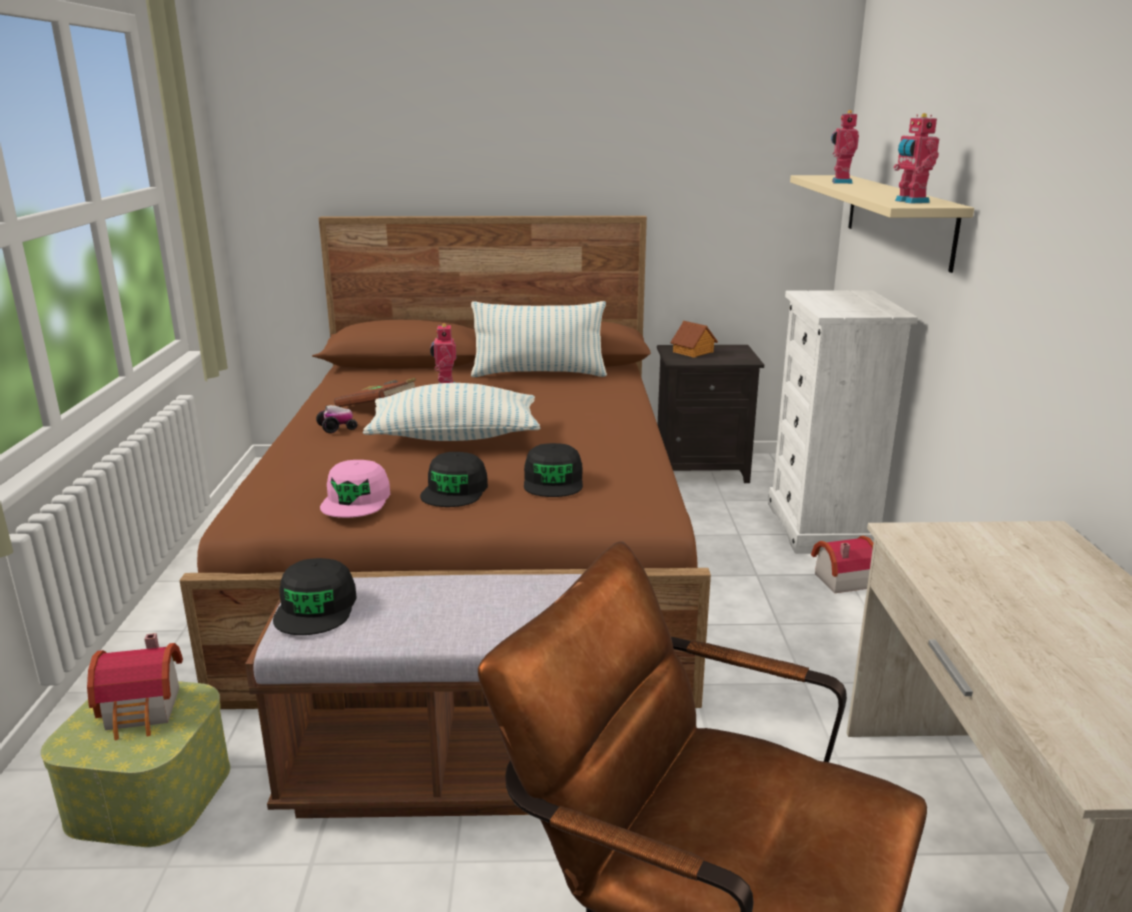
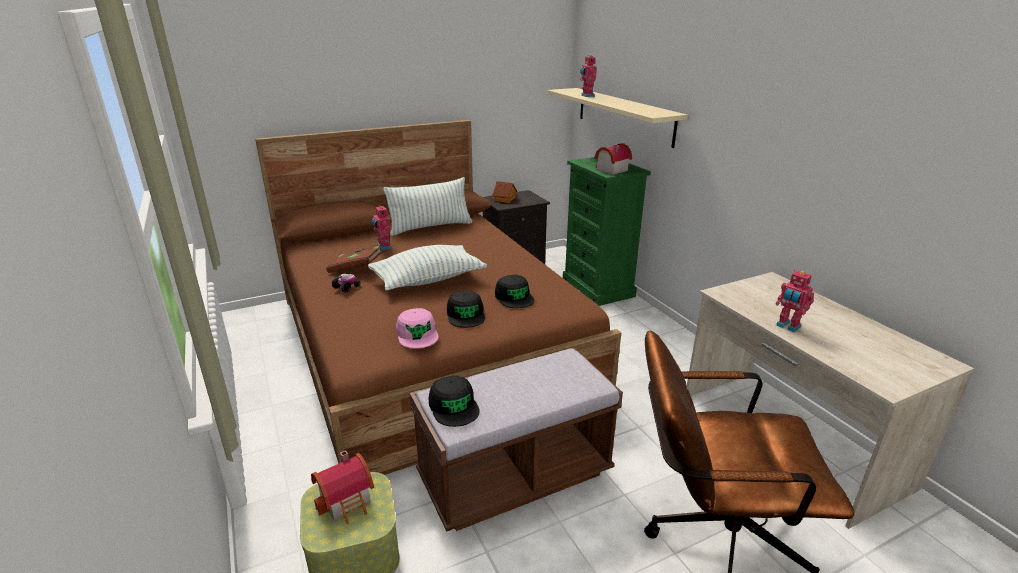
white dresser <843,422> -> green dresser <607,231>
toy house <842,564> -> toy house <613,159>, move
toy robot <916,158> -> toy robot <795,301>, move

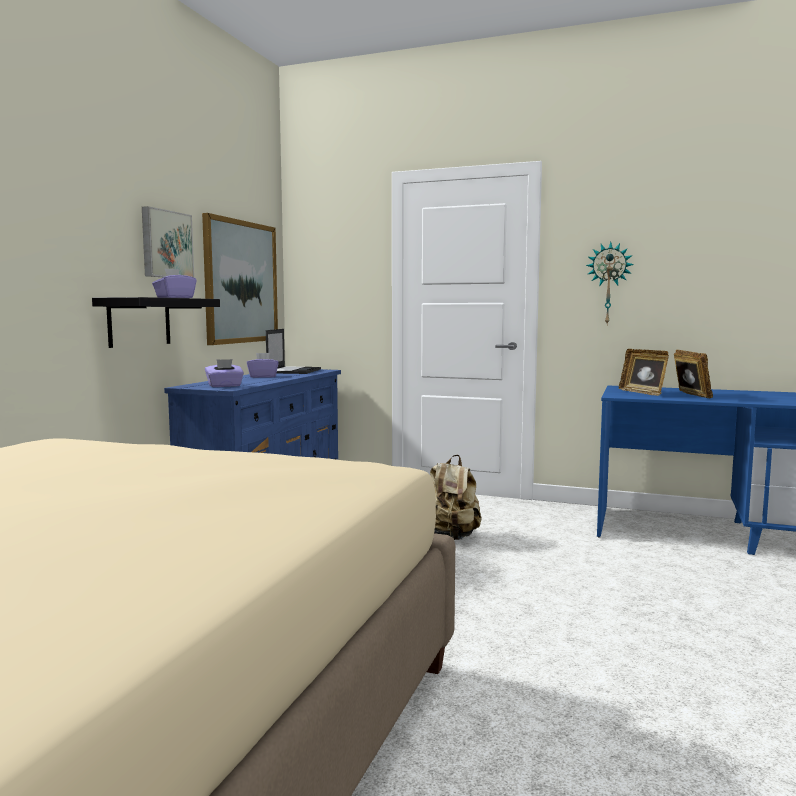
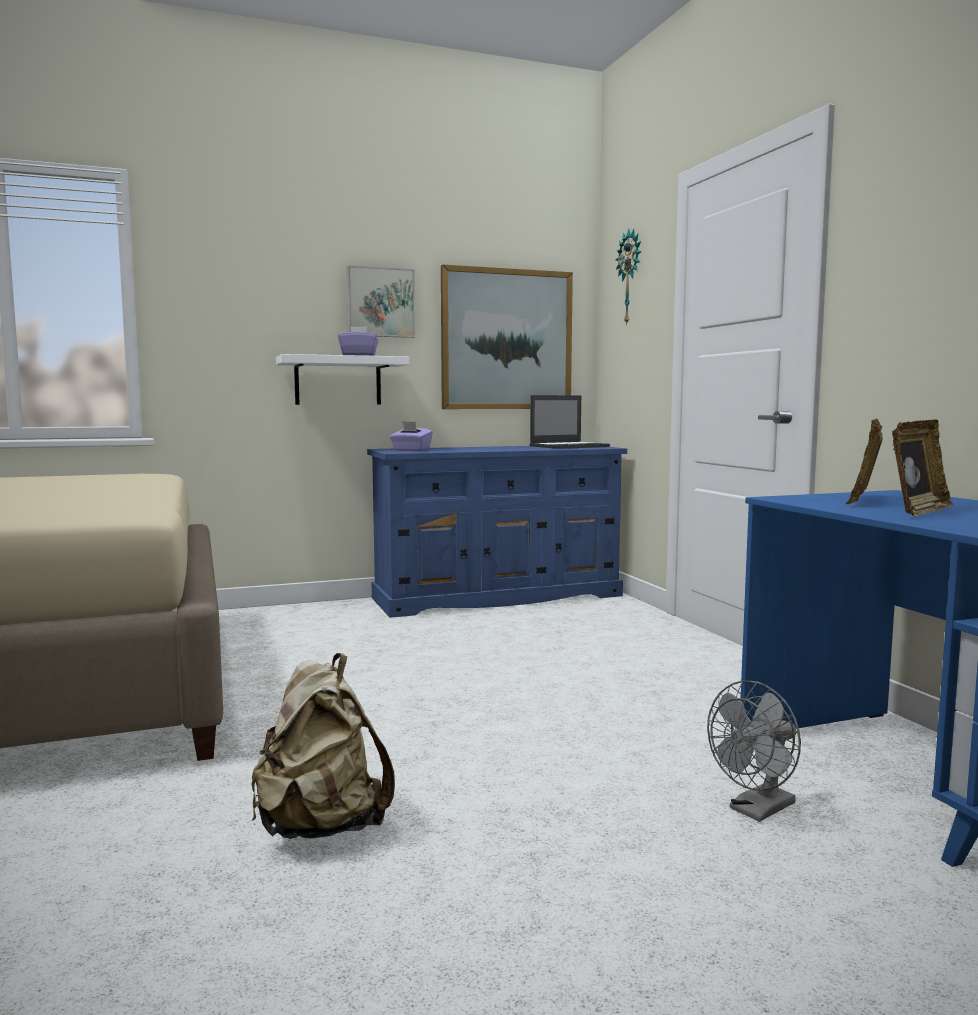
black shelf <156,322> -> white shelf <342,379>
purple tissue box <263,365> -> none
beige backpack <456,497> -> beige backpack <323,746>, move
wall clock <610,283> -> wall clock <629,277>, move
none -> grey fan <754,751>

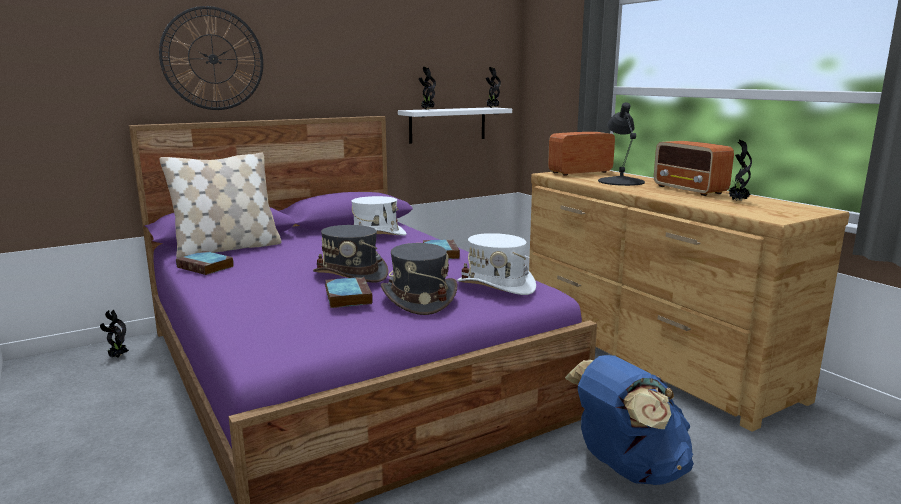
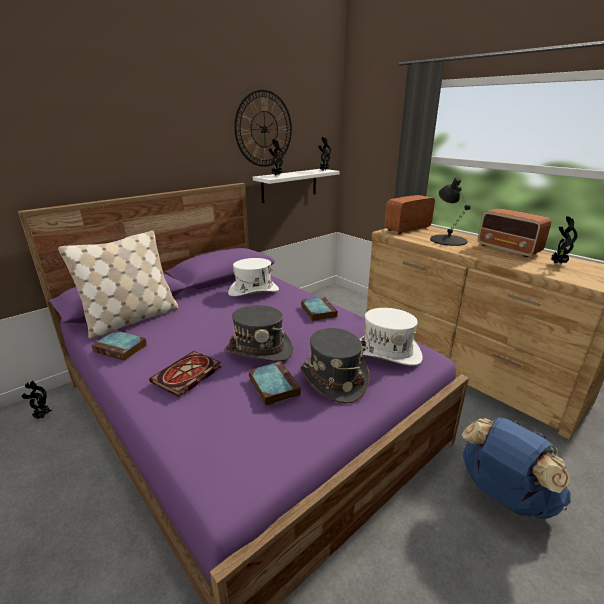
wall clock <211,58> -> wall clock <263,128>, move
none -> book <185,374>

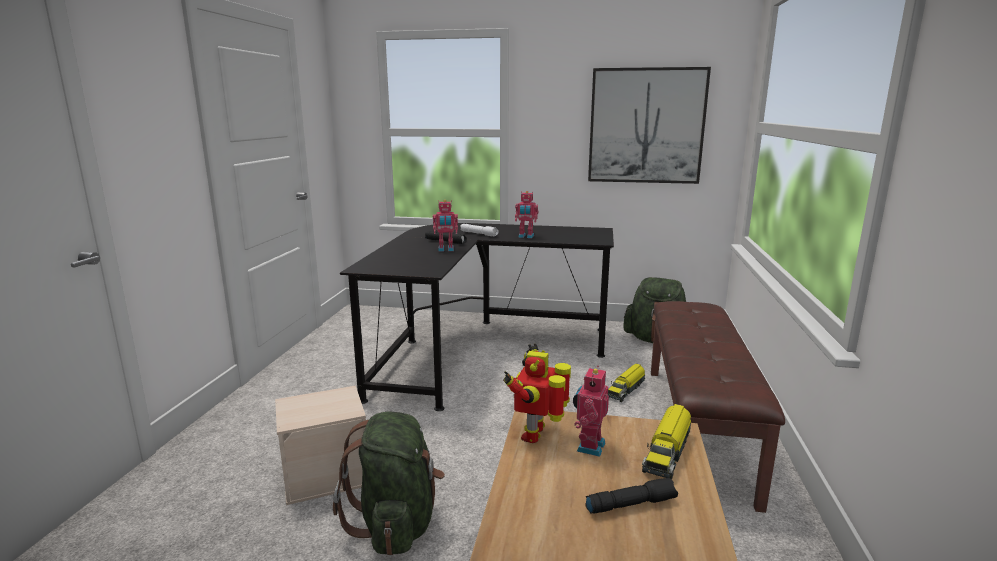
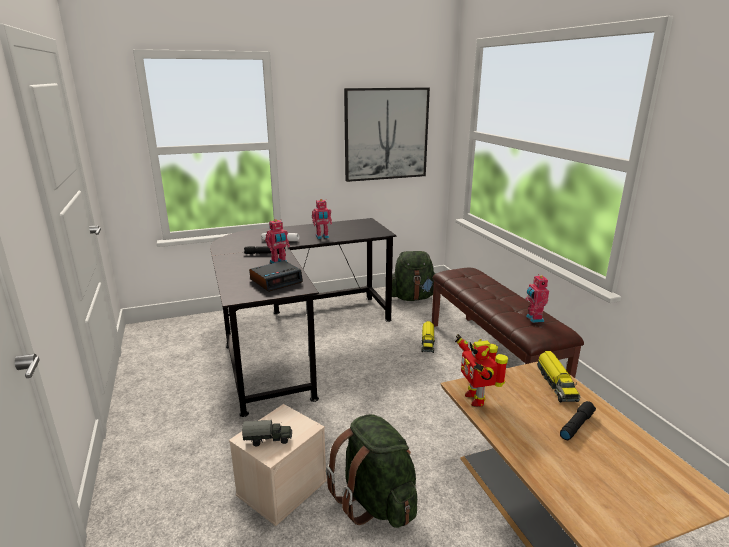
toy robot <591,411> -> toy robot <537,298>, move
none -> toy truck <267,433>
none -> alarm clock <276,276>

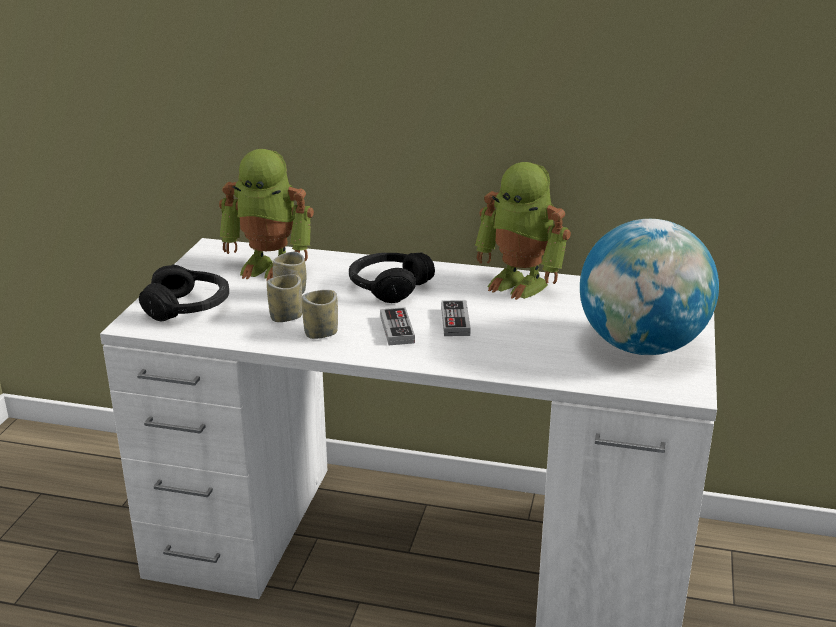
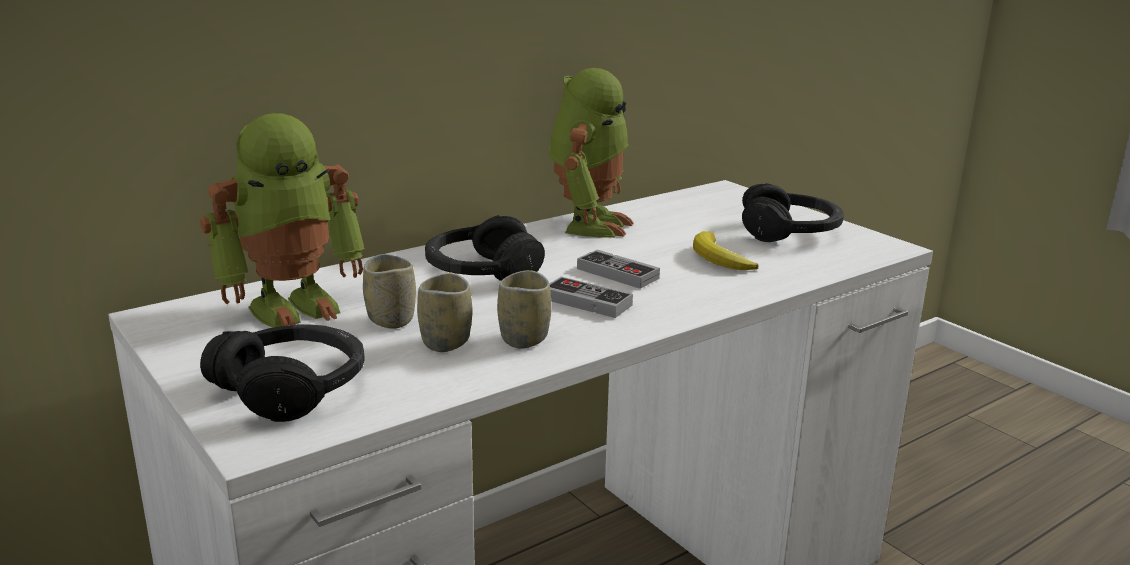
toy robot <523,231> -> toy robot <591,153>, 60 degrees counterclockwise
globe <649,287> -> black headphones <793,212>
none -> banana <726,250>

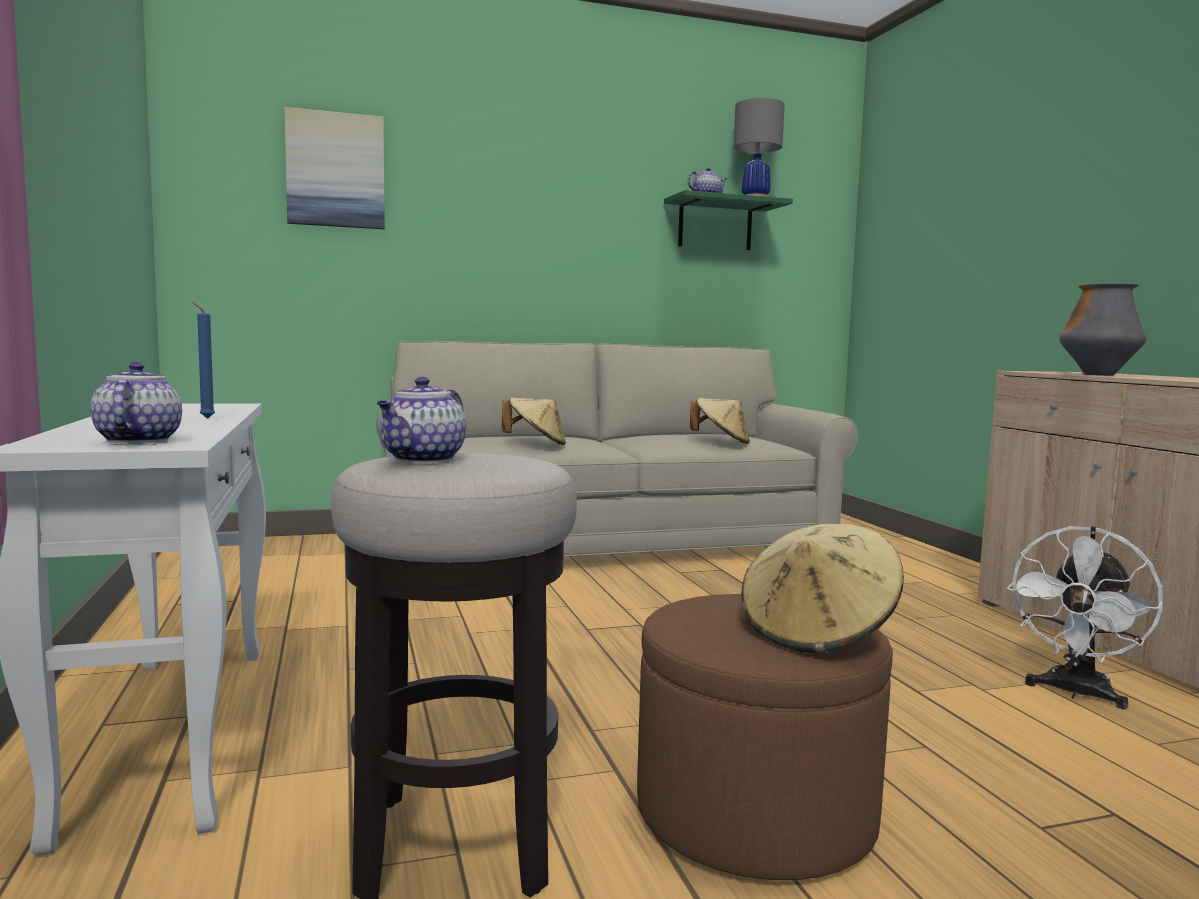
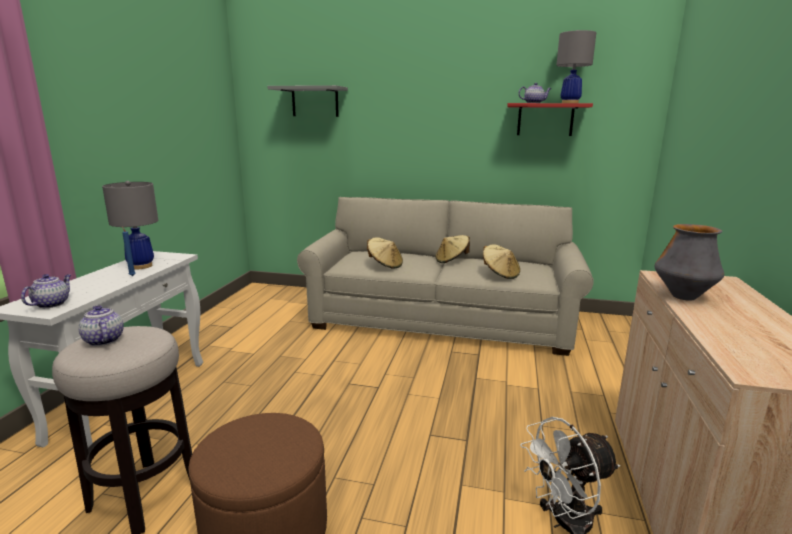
picture <335,168> -> grey shelf <307,101>
teapot <421,420> -> teapot <101,325>, 90 degrees clockwise
green shelf <728,220> -> red shelf <550,119>
beige hat <822,588> -> beige hat <453,249>, move
none -> grey table lamp <130,225>

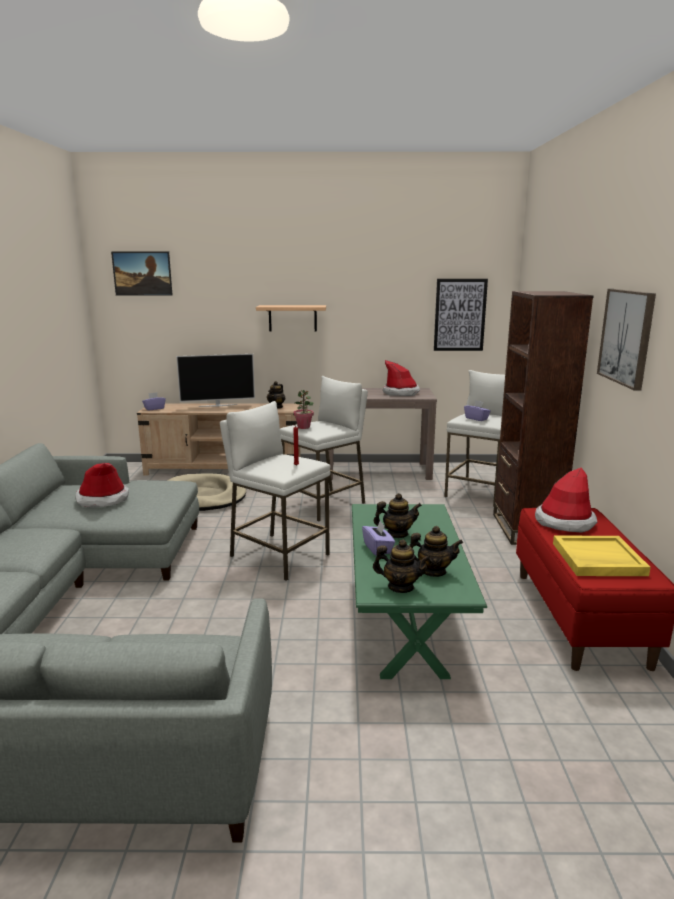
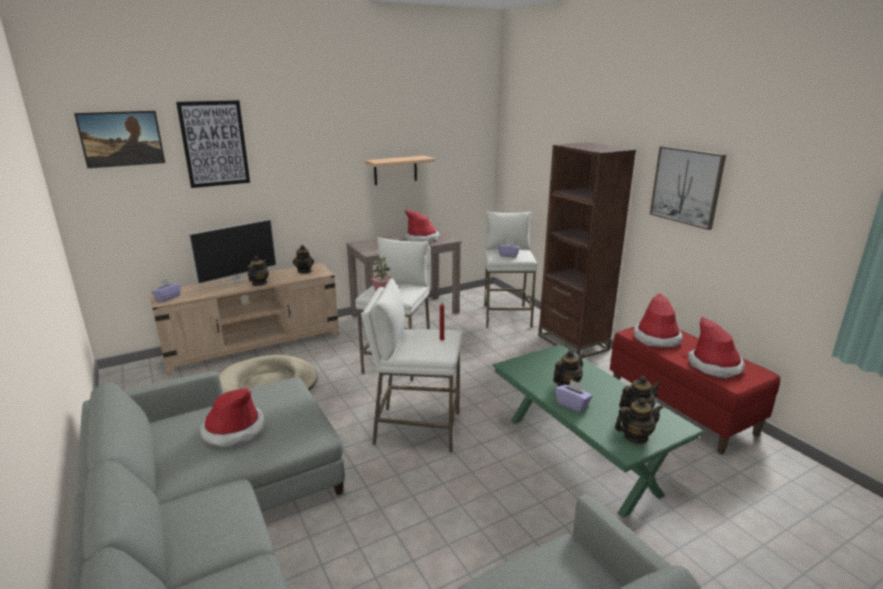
shelf <291,318> -> shelf <400,170>, move
picture <461,315> -> picture <213,144>, move
yellow tray <602,556> -> hat <716,347>
none -> teapot <258,271>

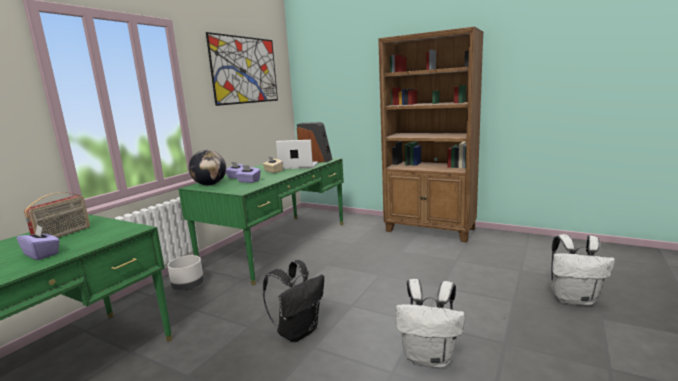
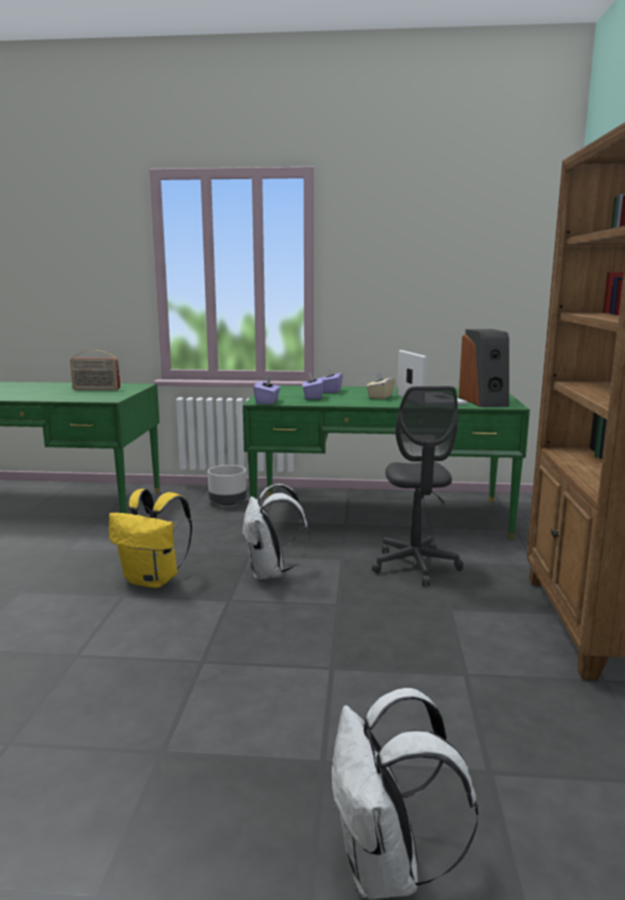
purple tissue box <38,242> -> purple tissue box <267,390>, move
globe <207,167> -> none
picture <242,69> -> none
black backpack <293,301> -> yellow backpack <150,538>
white backpack <430,323> -> white backpack <276,532>, move
none -> grey office chair <417,486>

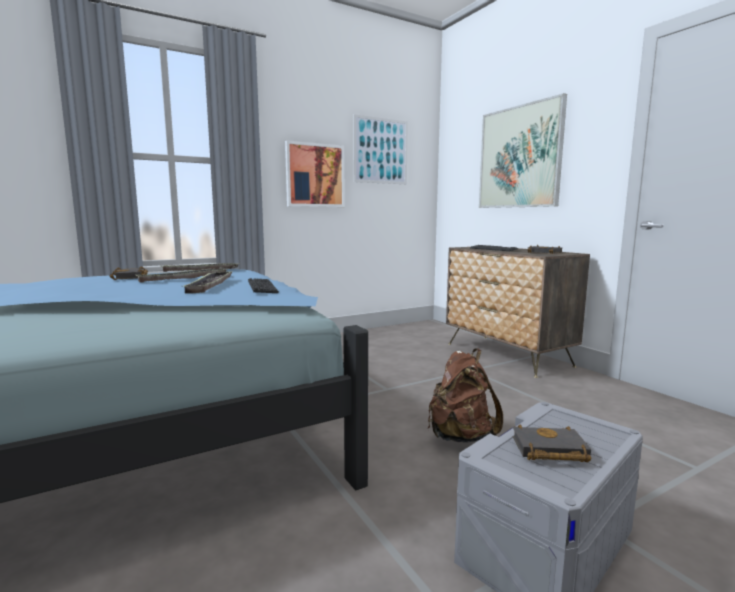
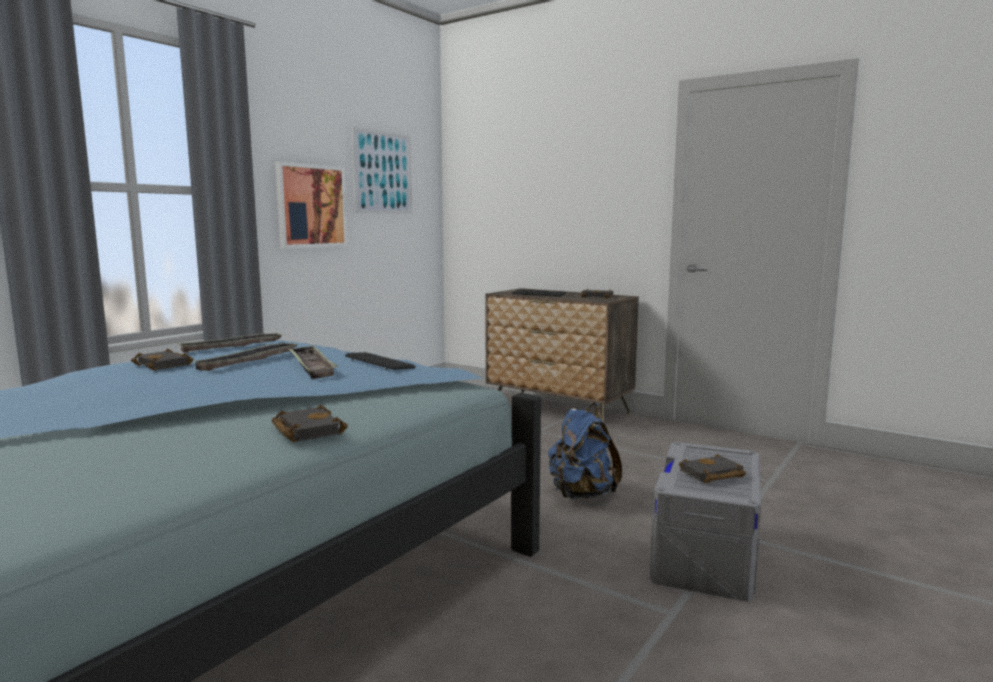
brown backpack <465,395> -> blue backpack <585,451>
picture <523,150> -> none
none -> black book <309,423>

